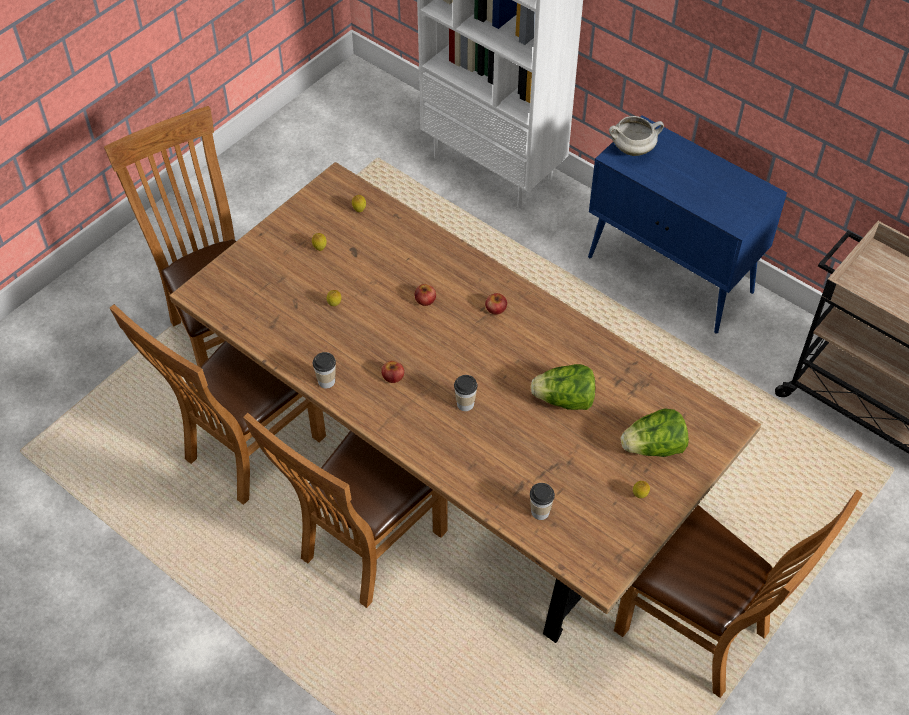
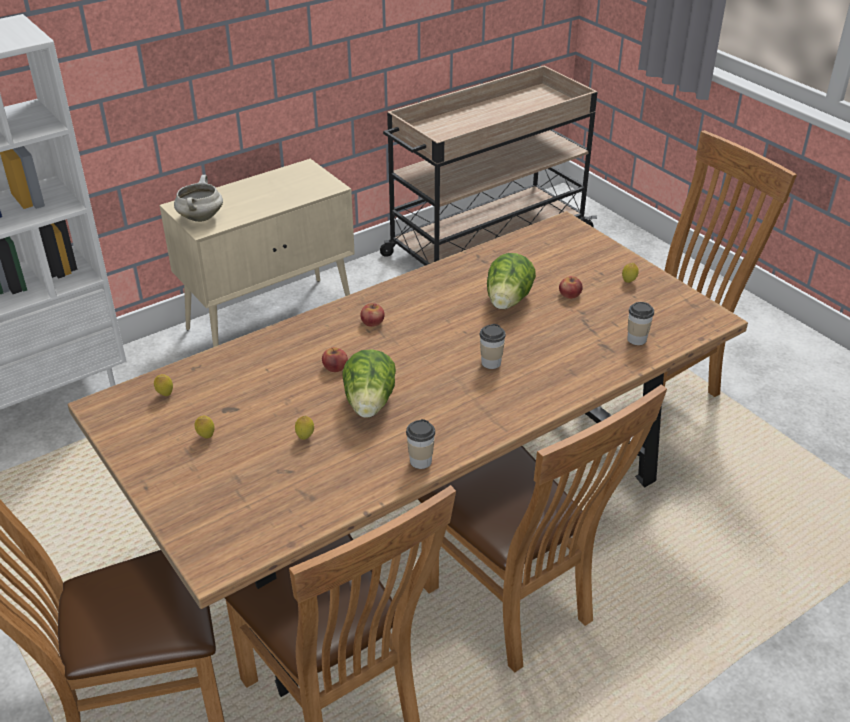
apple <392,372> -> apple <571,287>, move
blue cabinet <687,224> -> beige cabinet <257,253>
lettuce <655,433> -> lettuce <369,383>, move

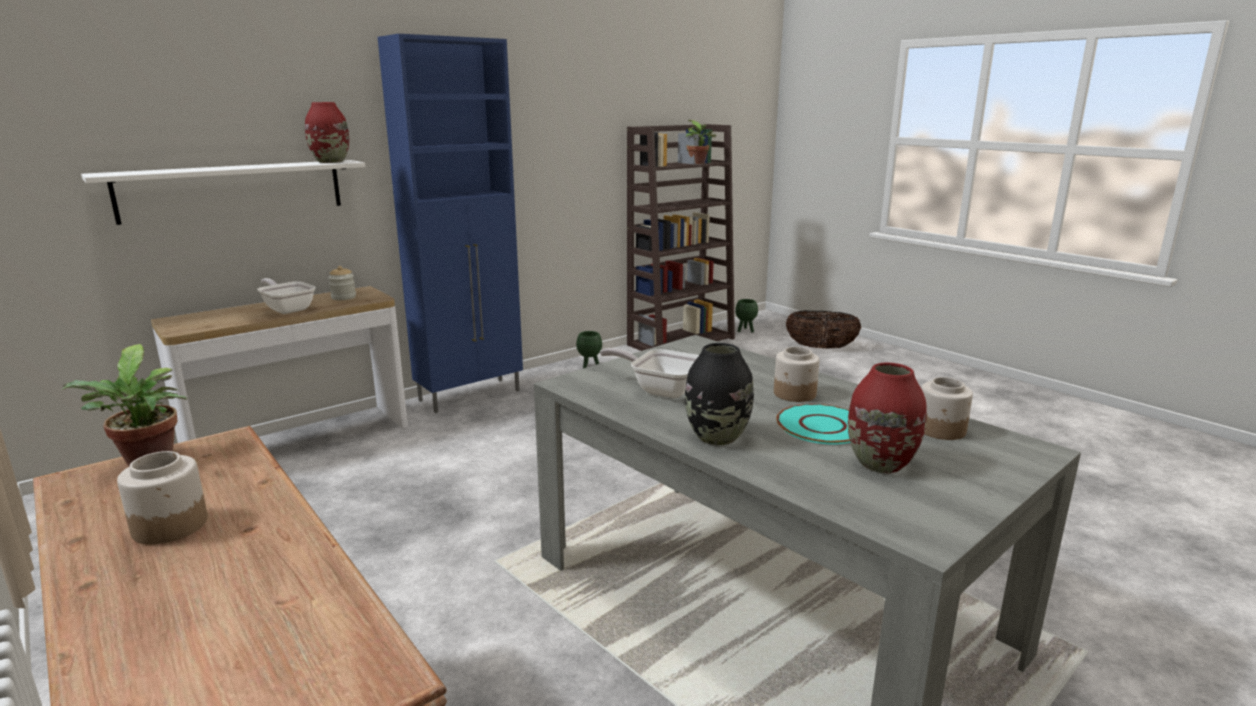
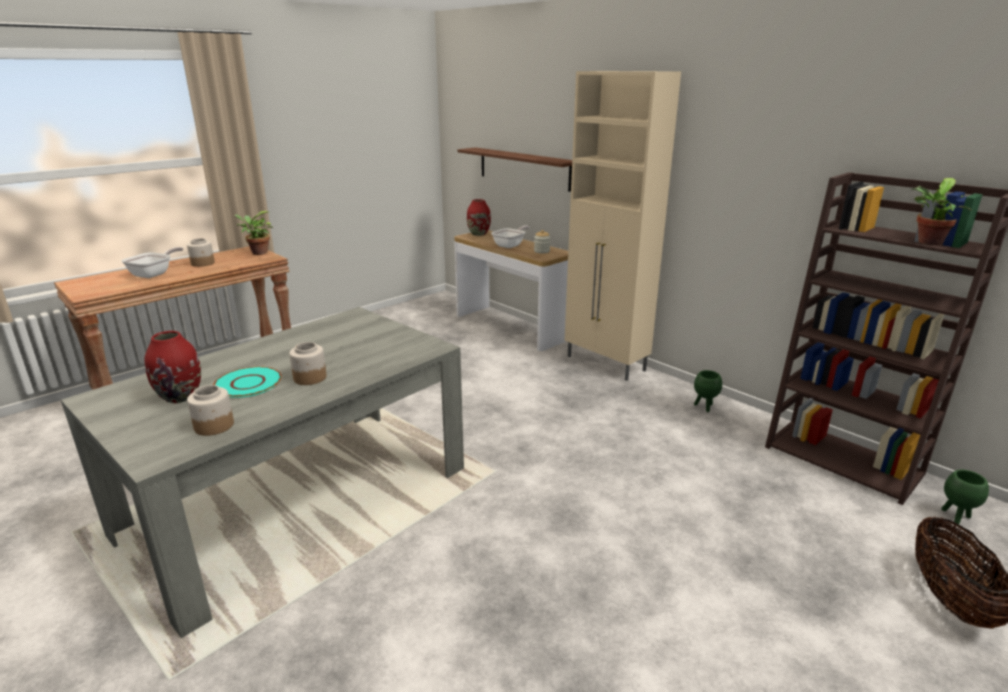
white shelf <223,192> -> brown shelf <514,169>
red vase <327,132> -> red vase <479,217>, move
blue cabinet <450,223> -> beige cabinet <623,226>
frying pan <649,373> -> frying pan <152,262>, move
black vase <719,394> -> none

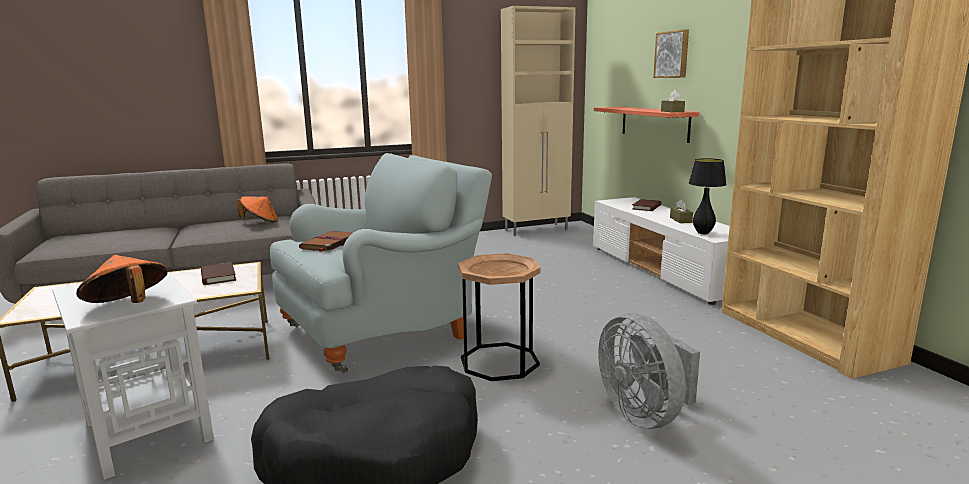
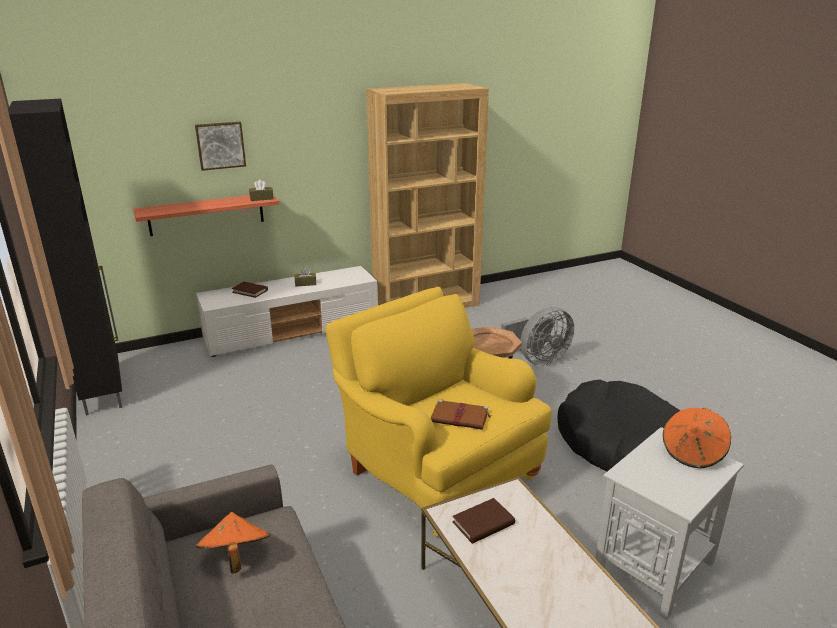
grey armchair <381,263> -> yellow armchair <439,411>
beige cabinet <538,121> -> black cabinet <65,257>
black table lamp <708,196> -> none

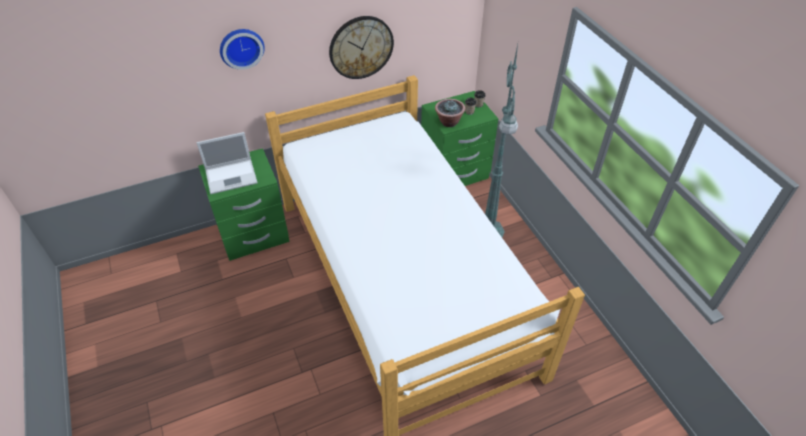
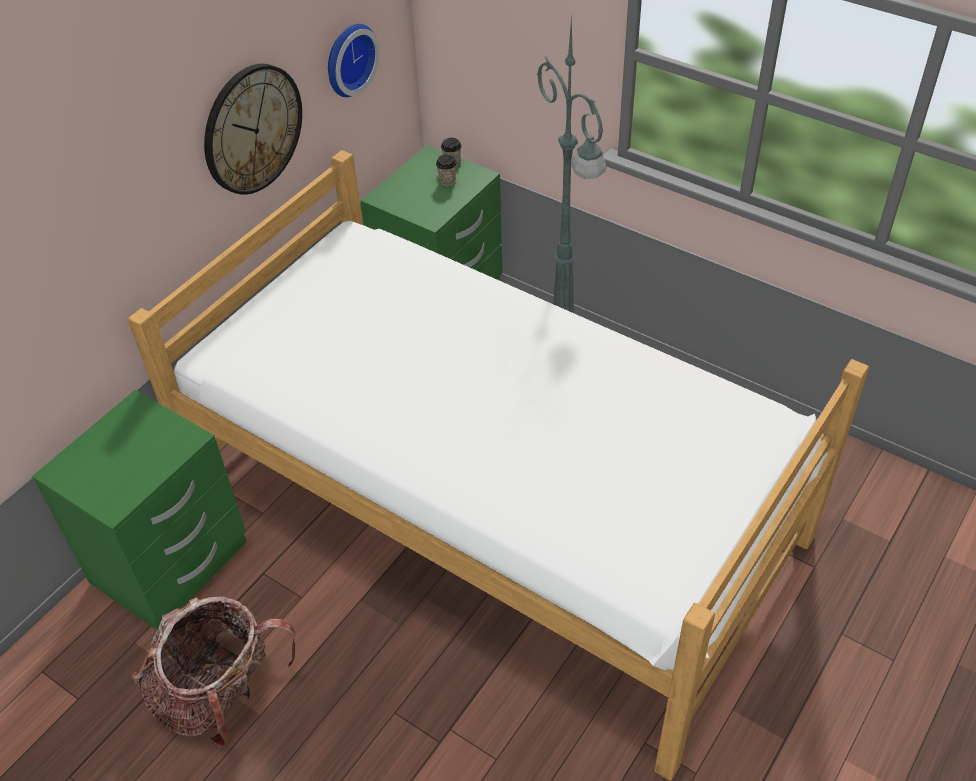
laptop <227,163> -> none
wall clock <242,49> -> wall clock <354,60>, move
potted plant <450,113> -> none
none -> backpack <213,671>

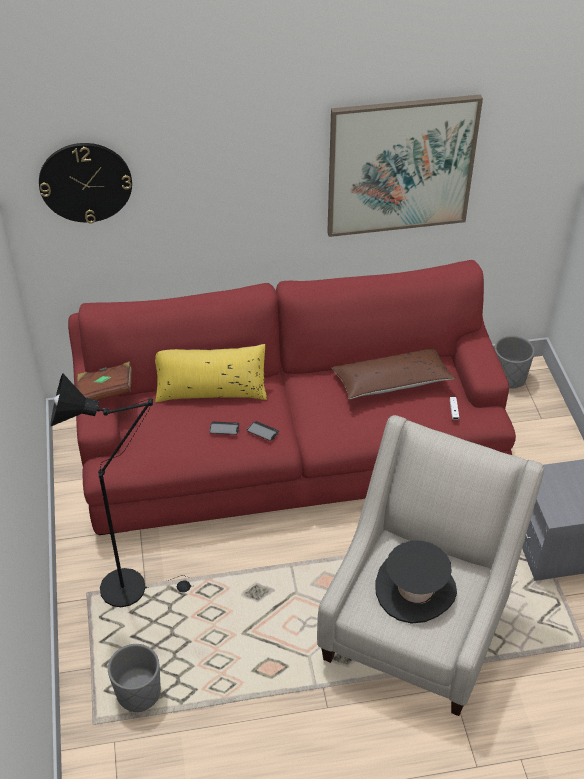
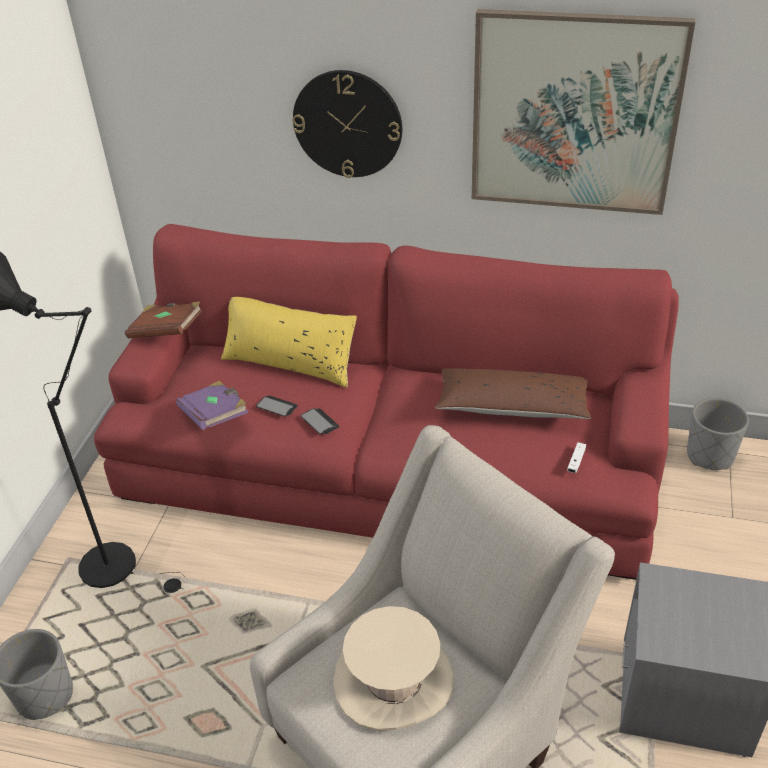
wall clock <85,183> -> wall clock <347,124>, move
black hat <416,582> -> beige hat <393,668>
none -> purple book <212,405>

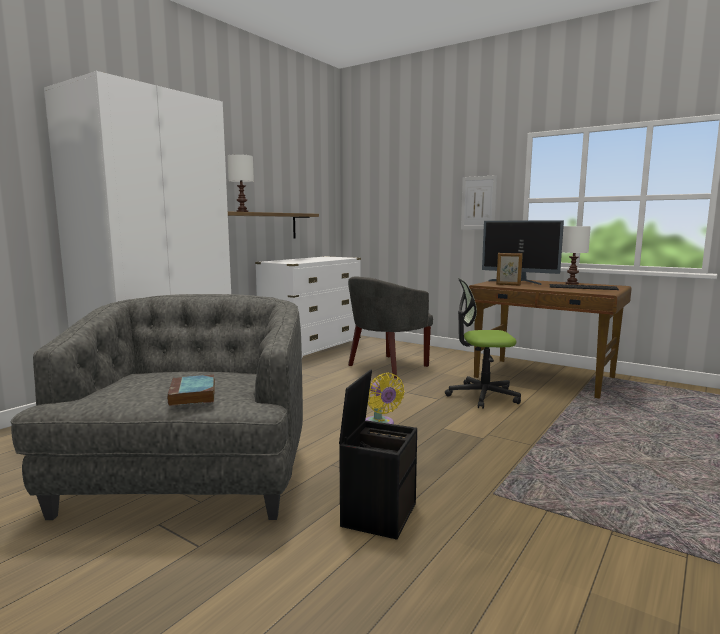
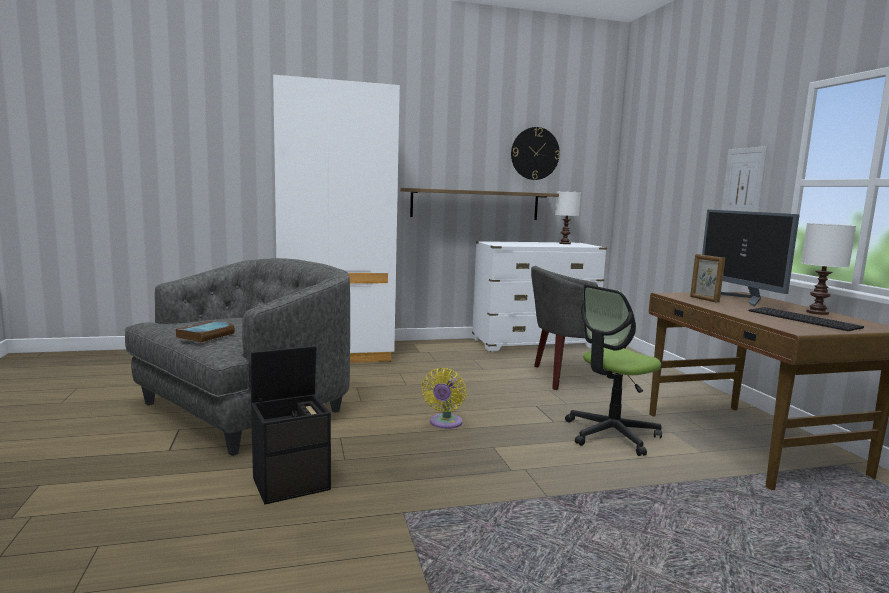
white table lamp <240,183> -> white table lamp <568,217>, move
office chair <483,343> -> office chair <613,370>, 75 degrees counterclockwise
none -> wall clock <535,153>

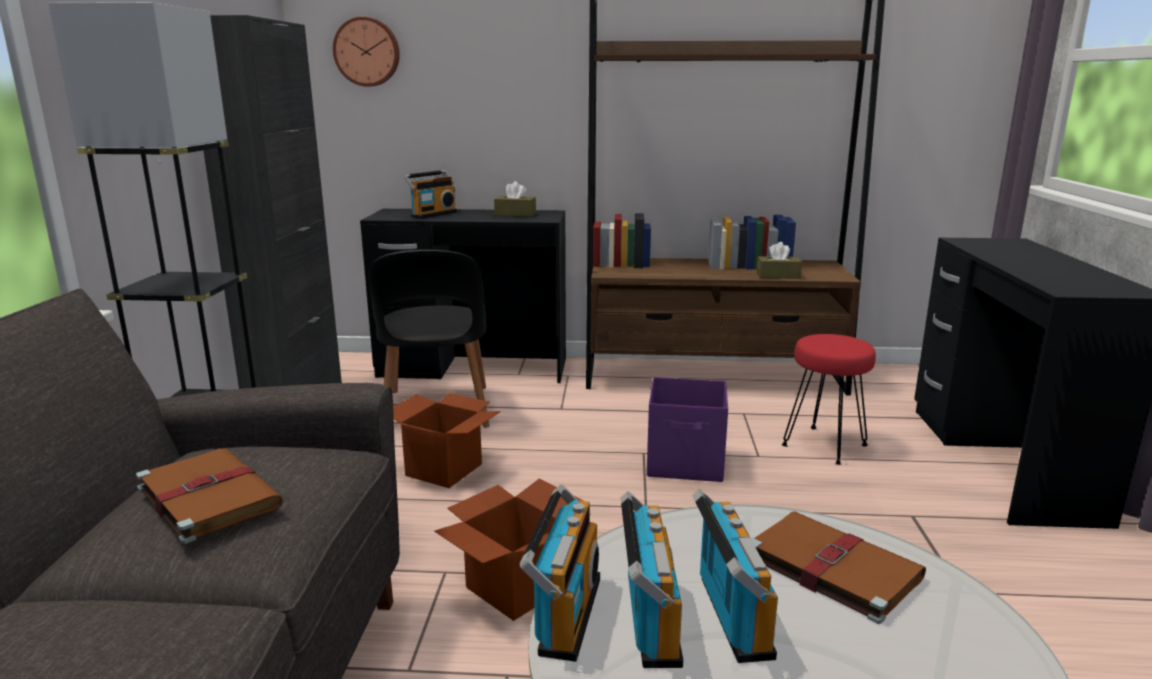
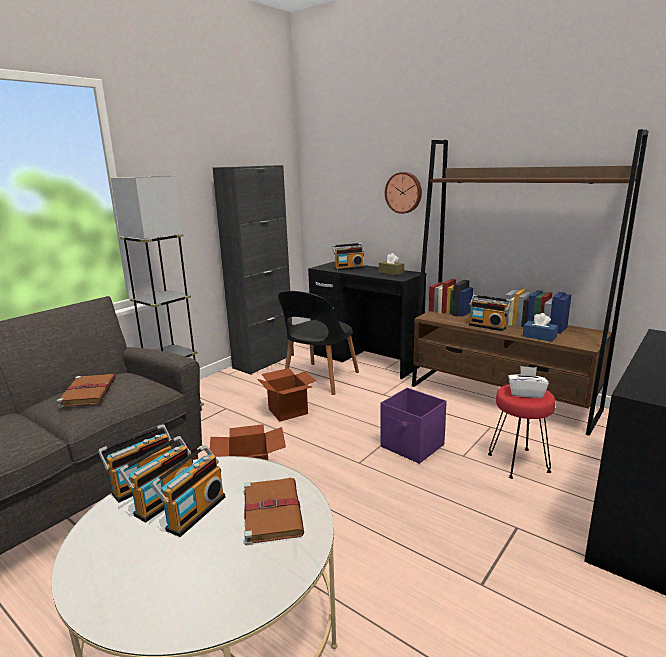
wall clock <366,51> -> wall clock <403,193>, move
brown tissue box <779,260> -> blue tissue box <540,327>
none -> radio <490,313>
none -> white tissue box <528,382>

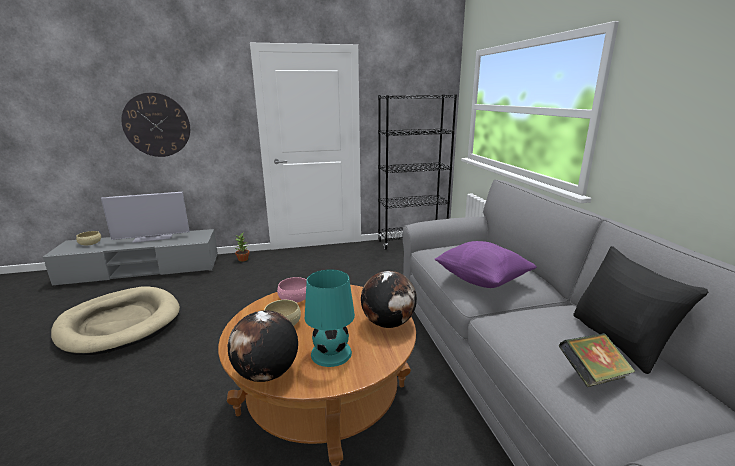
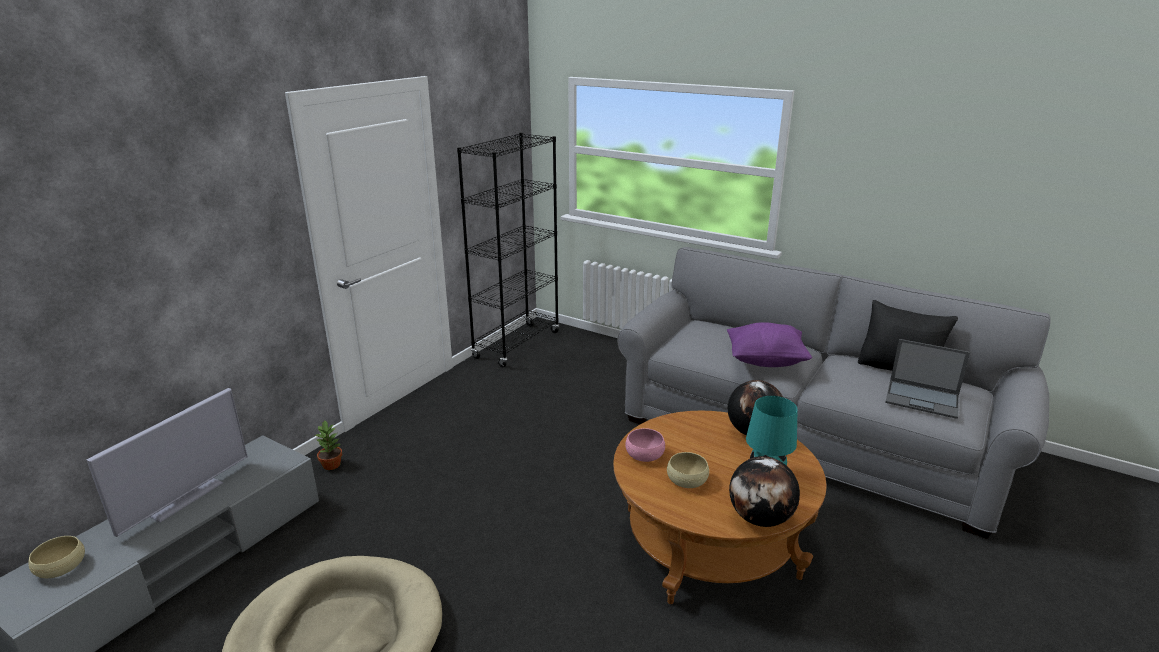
wall clock <155,125> -> none
book <596,360> -> laptop <927,379>

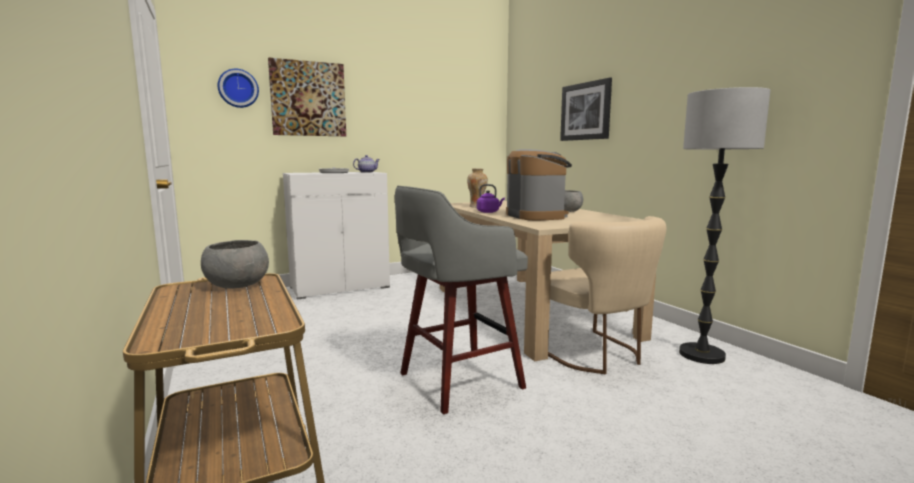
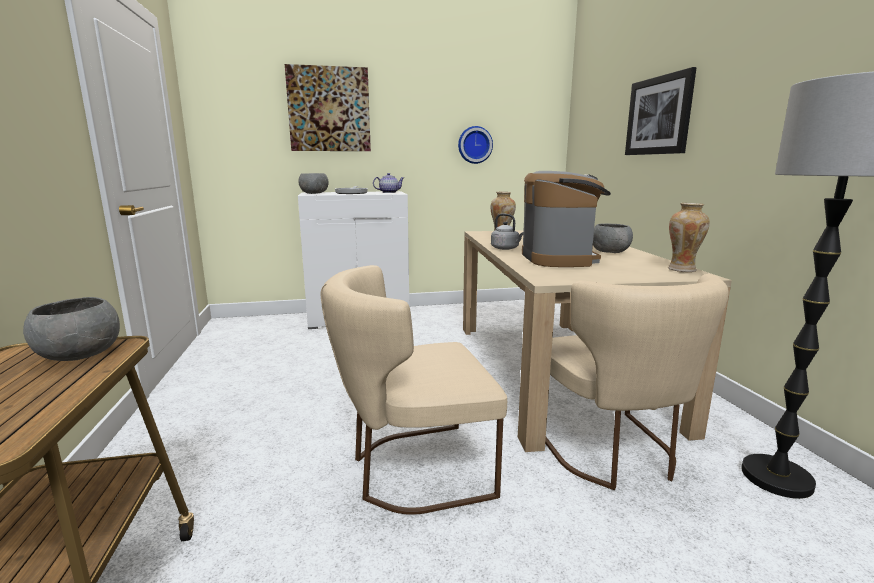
wall clock <238,88> -> wall clock <475,145>, move
grey stool <461,300> -> beige chair <414,390>
purple kettle <491,198> -> grey kettle <507,232>
none -> grey bowl <313,183>
none -> vase <689,237>

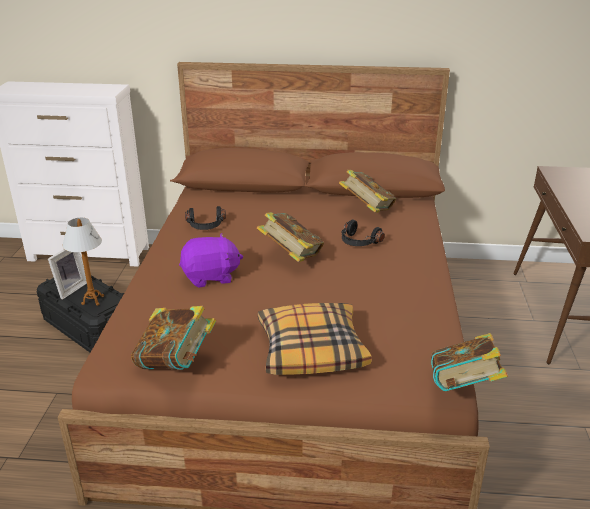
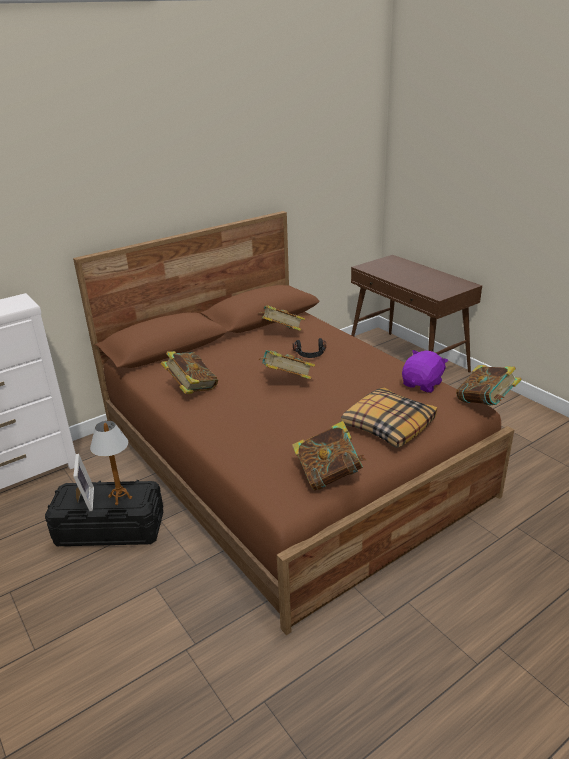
purple plush toy <211,260> -> purple plush toy <425,371>, move
black headphones <205,218> -> book <189,372>

